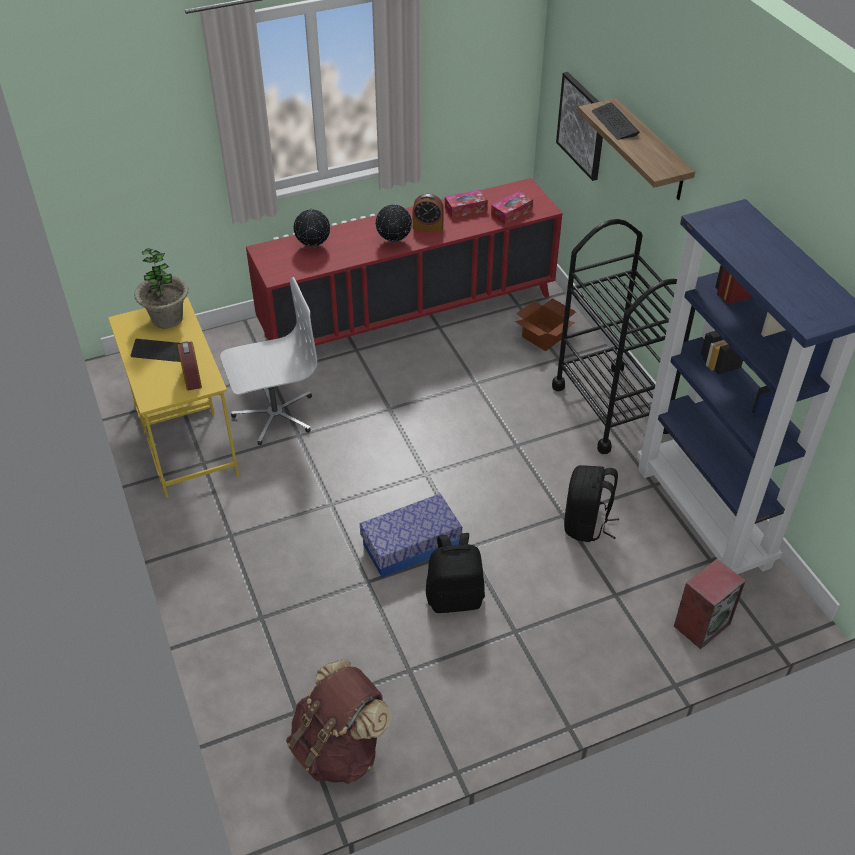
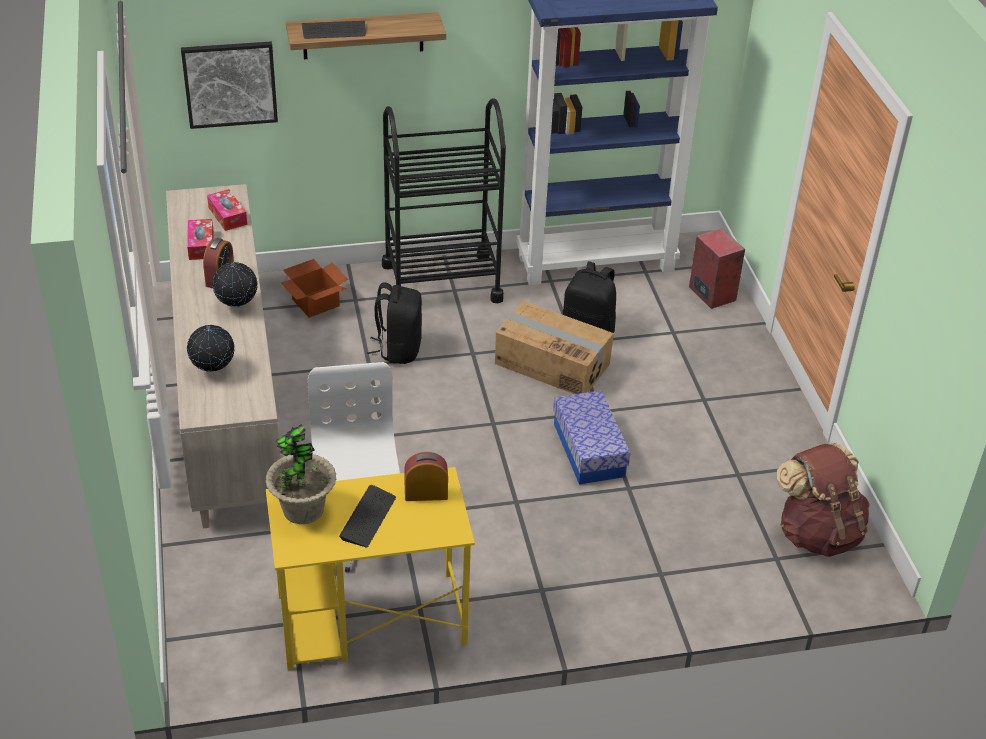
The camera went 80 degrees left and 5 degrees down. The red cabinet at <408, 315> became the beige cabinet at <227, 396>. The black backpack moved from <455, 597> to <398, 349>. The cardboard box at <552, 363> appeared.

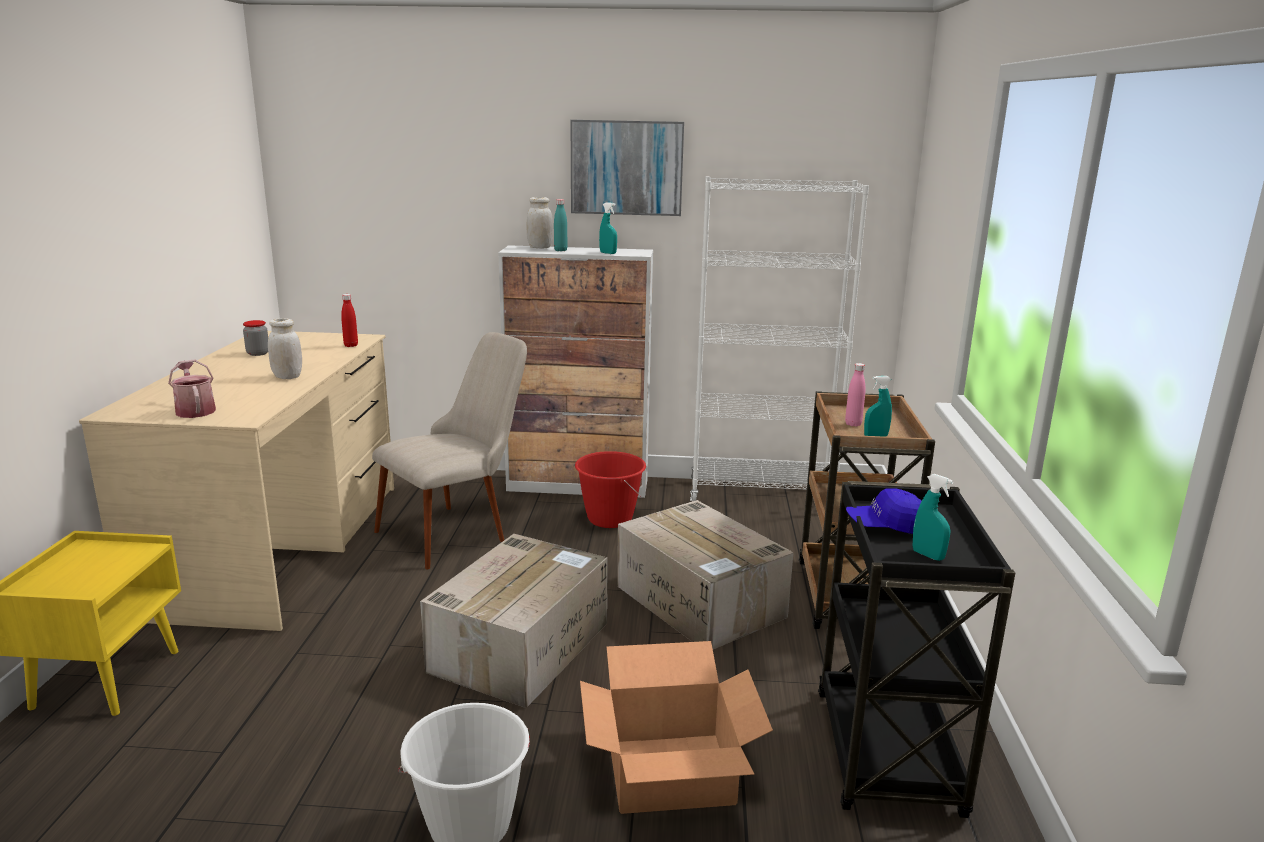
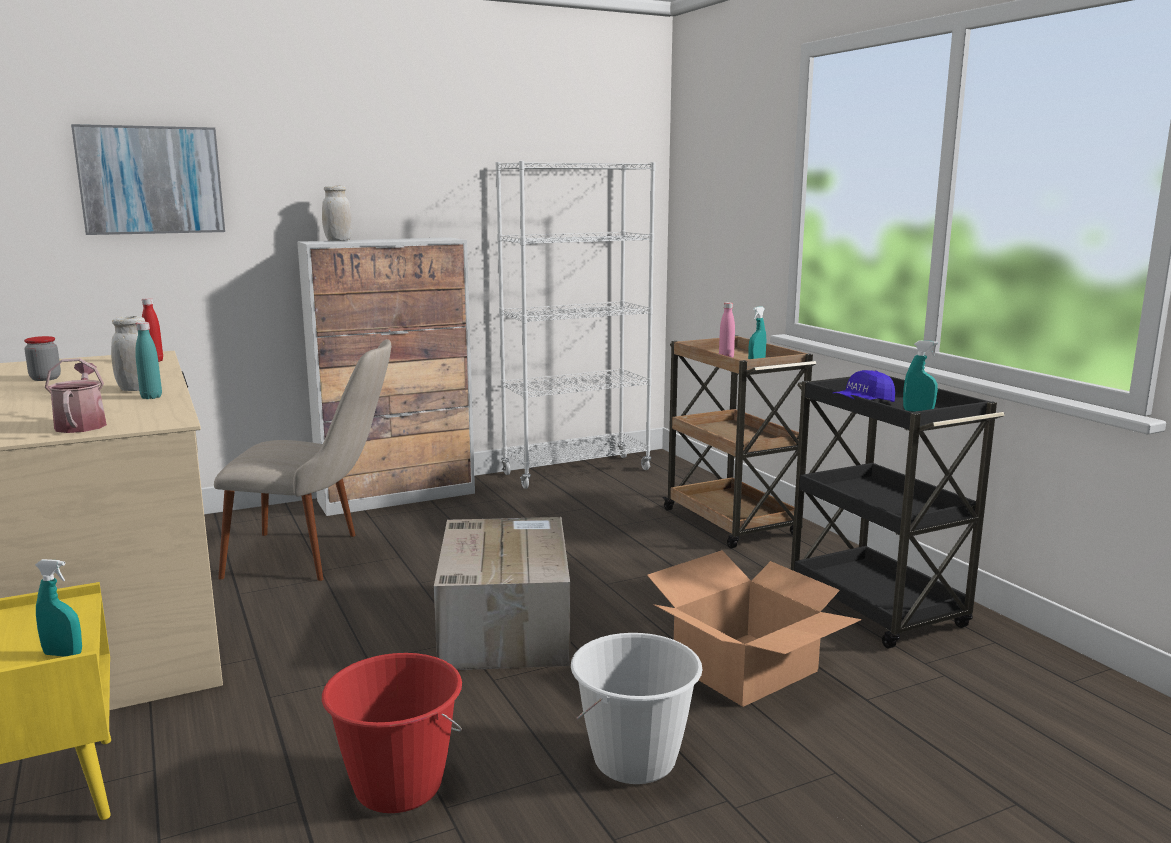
The camera went 30 degrees left and 5 degrees down. The picture moved from <626, 168> to <151, 180>. The turquoise bottle moved from <560, 250> to <151, 397>. The turquoise spray bottle moved from <608, 253> to <63, 654>. The beige chair at <458, 529> turned 75 degrees clockwise. The watering can at <195, 410> turned 45 degrees clockwise. The red bucket moved from <609, 519> to <398, 787>. The cardboard box at <701, 602> disappeared.

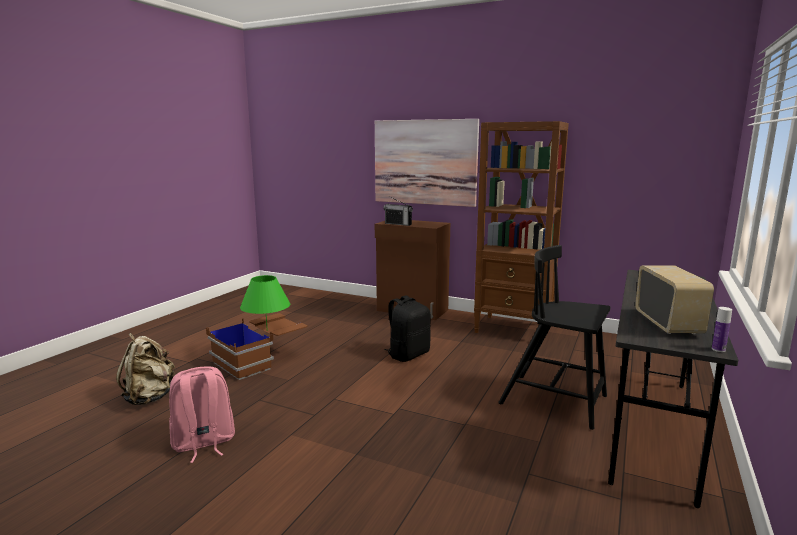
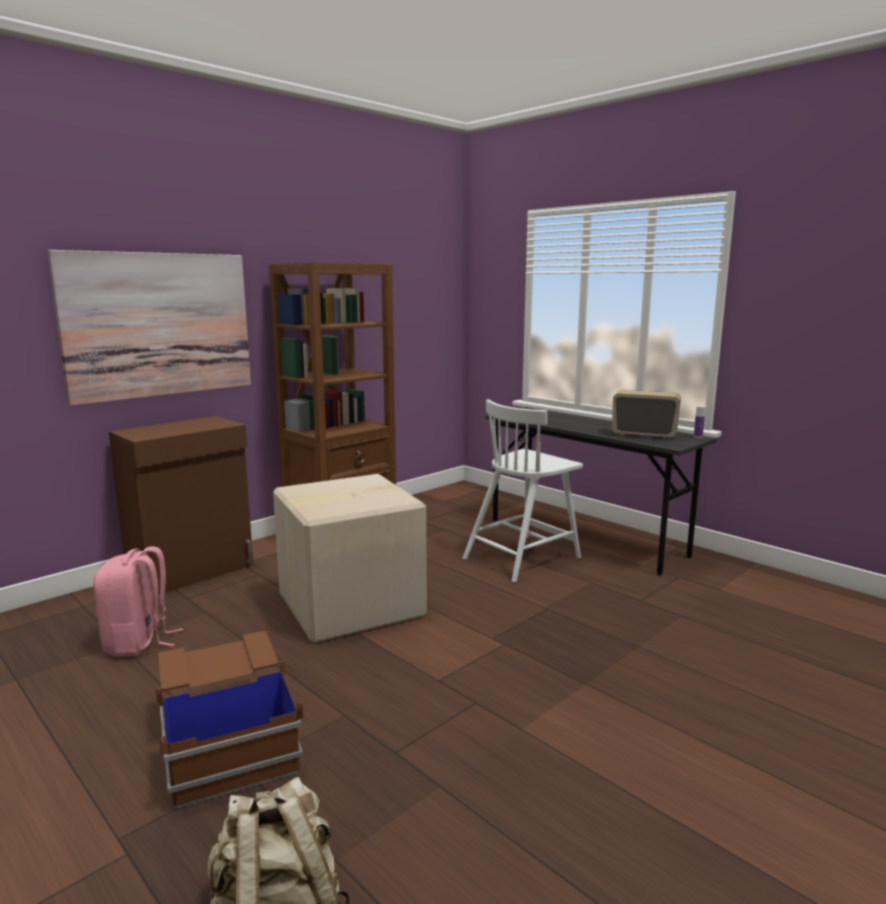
The camera went 70 degrees left and 0 degrees up. The radio at <398, 224> disappeared. The black chair at <555, 401> became the white chair at <523, 557>. The green table lamp at <267, 330> disappeared. The black backpack at <408, 354> was replaced by the cardboard box at <348, 604>. The pink backpack moved from <203, 443> to <138, 642>.

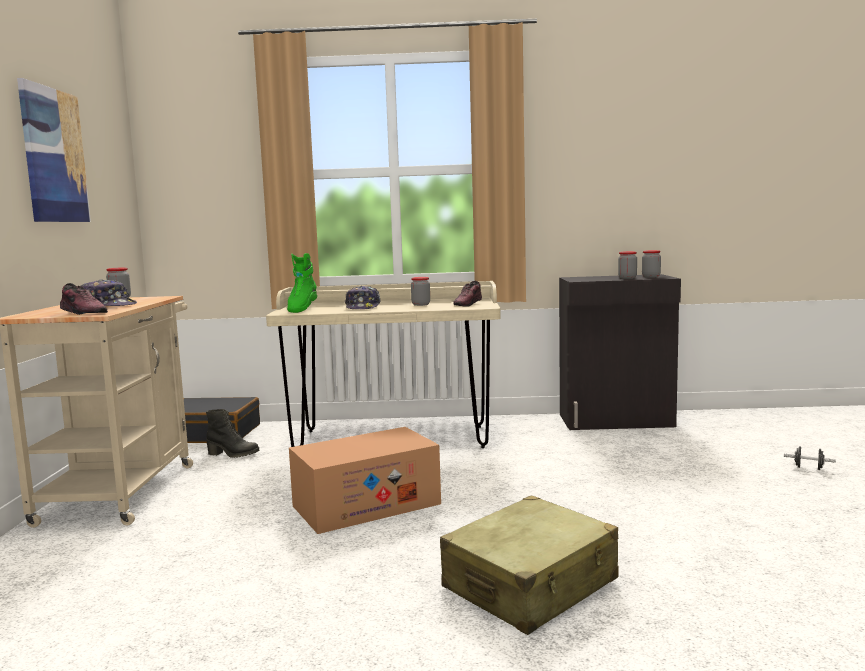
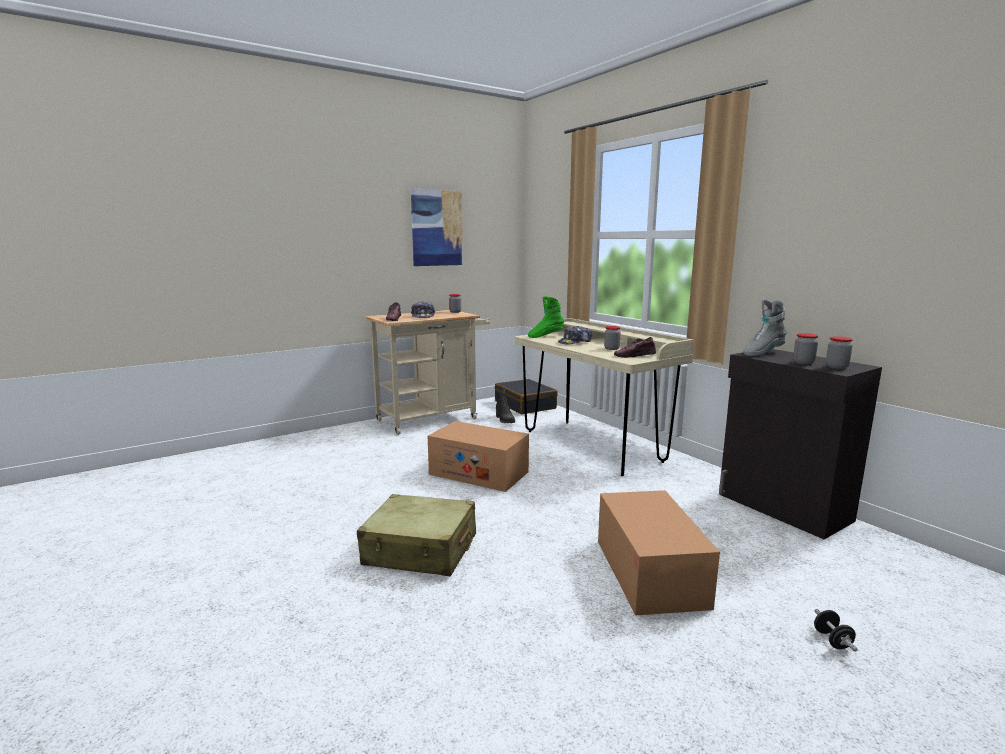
The camera went 55 degrees right and 5 degrees up. The grey boot at <762, 353> appeared. The cardboard box at <649, 572> appeared.

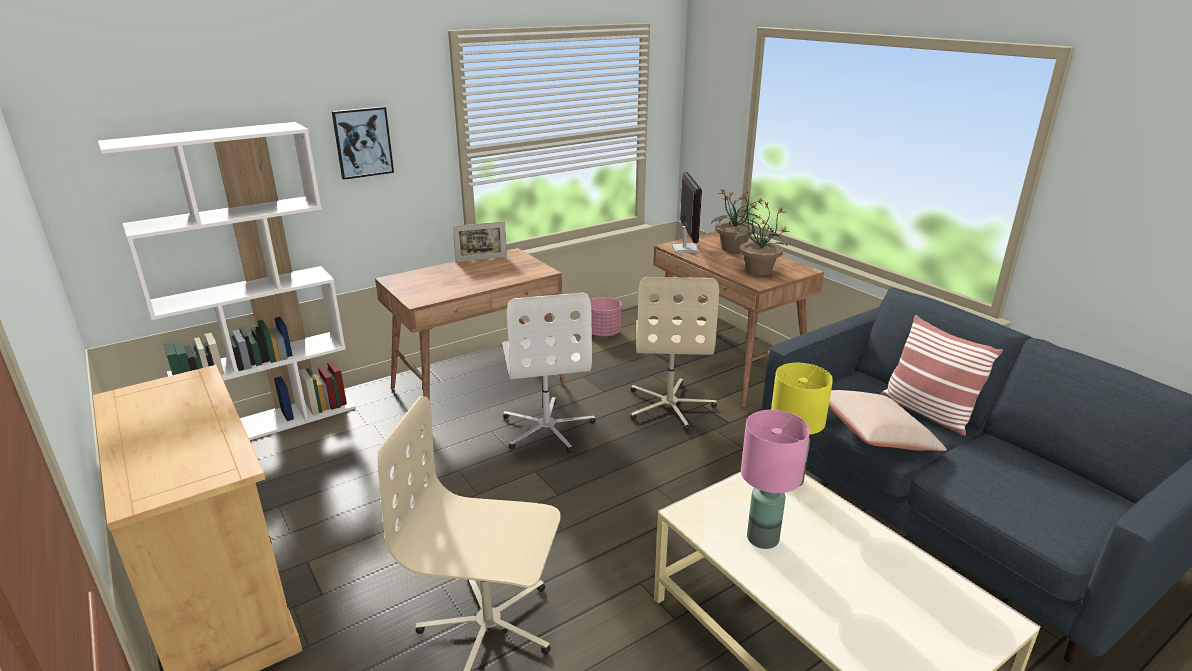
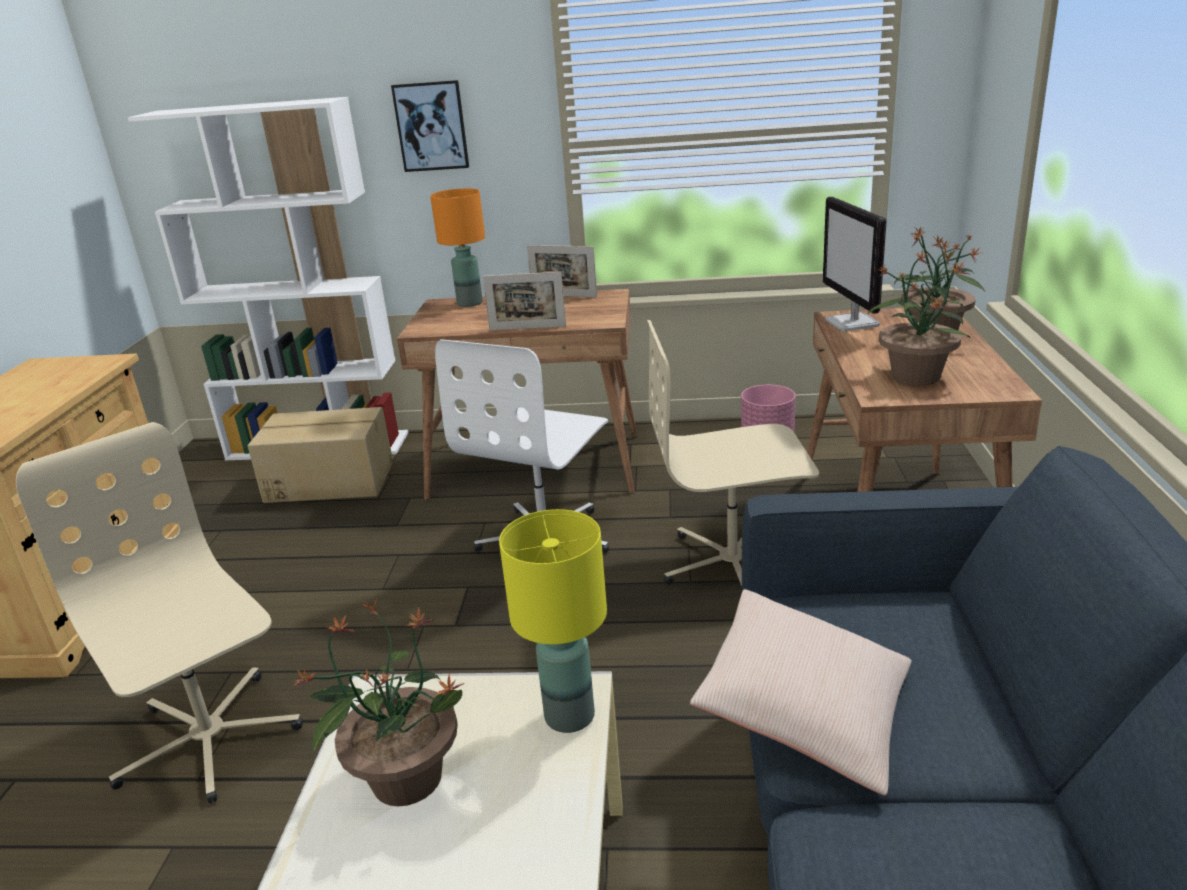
The camera went 40 degrees right and 0 degrees up. The monitor at <685, 248> turned 135 degrees clockwise. The beige office chair at <670, 405> turned 45 degrees clockwise. The pillow at <927, 412> disappeared. The pink table lamp at <762, 538> was replaced by the potted plant at <404, 778>. The orange table lamp at <470, 303> appeared. The picture frame at <527, 328> appeared. The cardboard box at <330, 481> appeared.

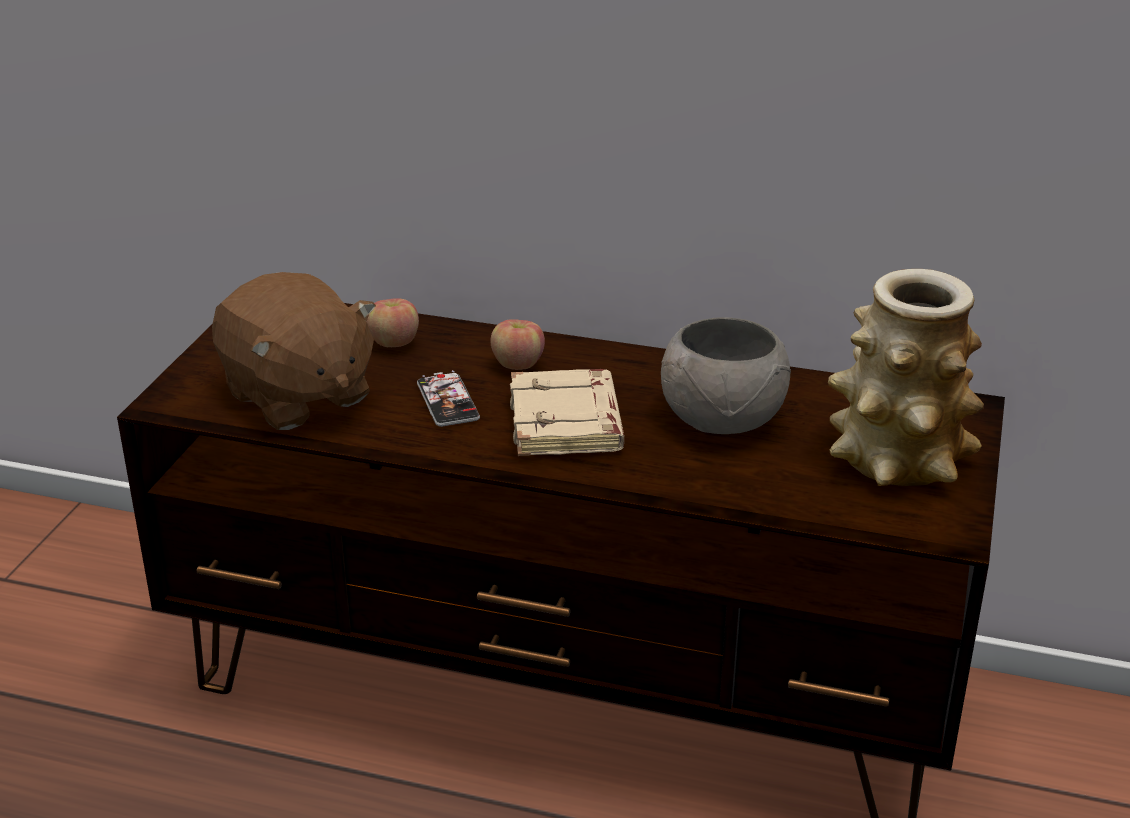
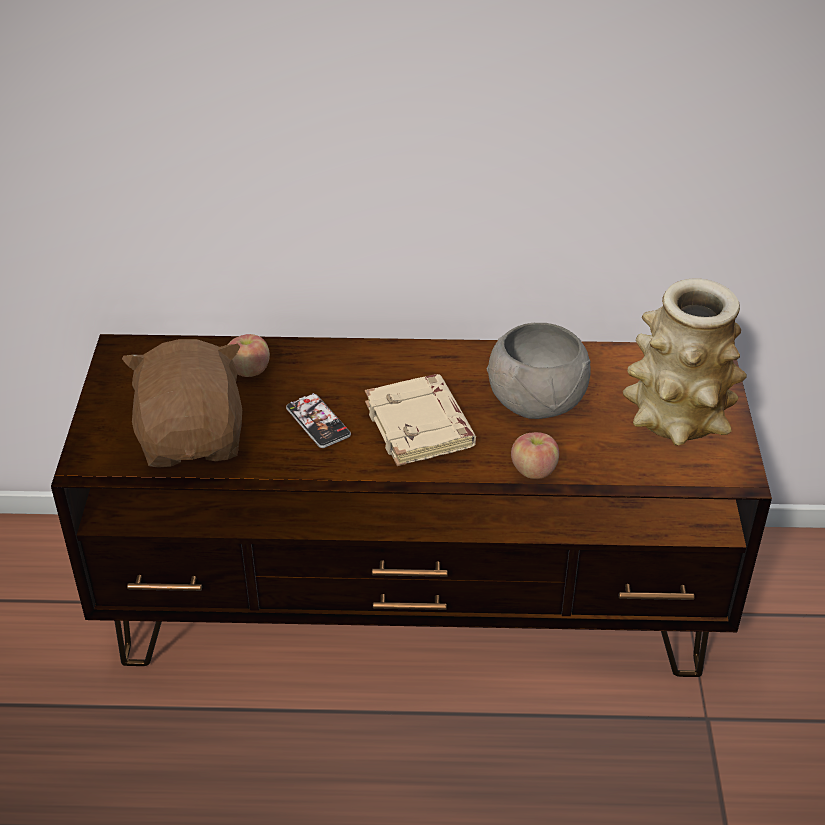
The camera went 15 degrees left and 10 degrees up. The brown plush toy at <297, 396> turned 135 degrees counterclockwise. The apple moved from <517, 365> to <533, 470>.

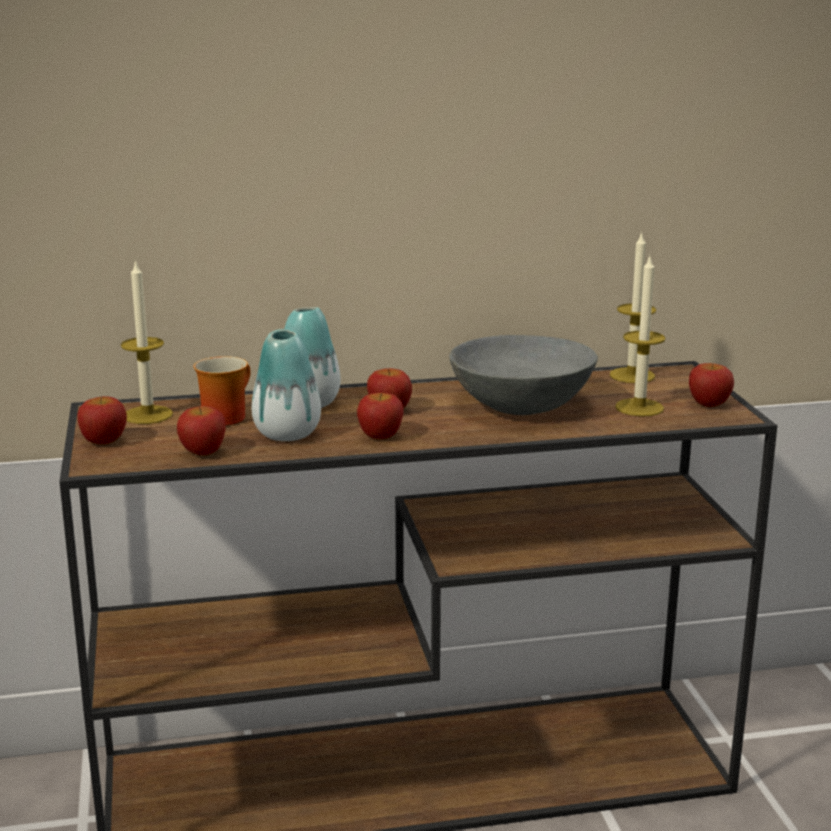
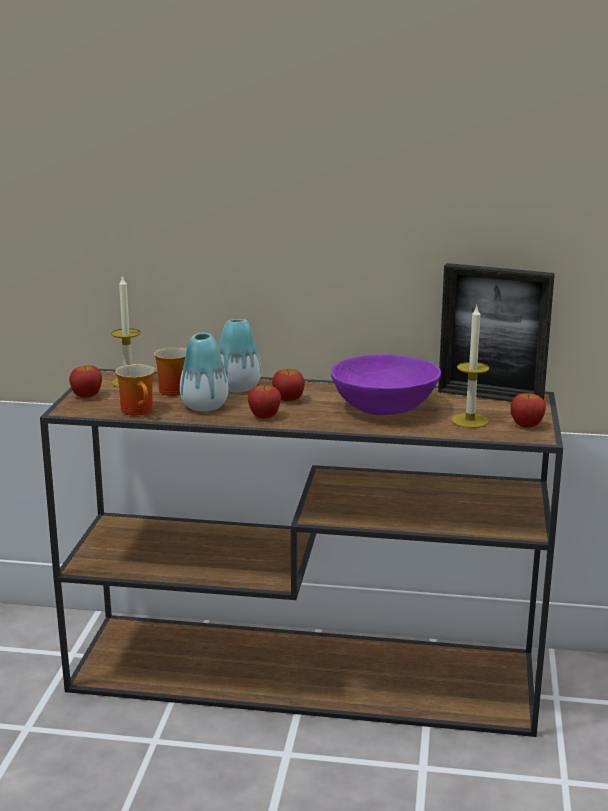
The camera went 20 degrees right and 0 degrees up. The candle at <632, 375> was replaced by the picture frame at <490, 397>. The grey bowl at <523, 405> became the purple bowl at <385, 408>. The apple at <203, 451> was replaced by the mug at <140, 410>.

